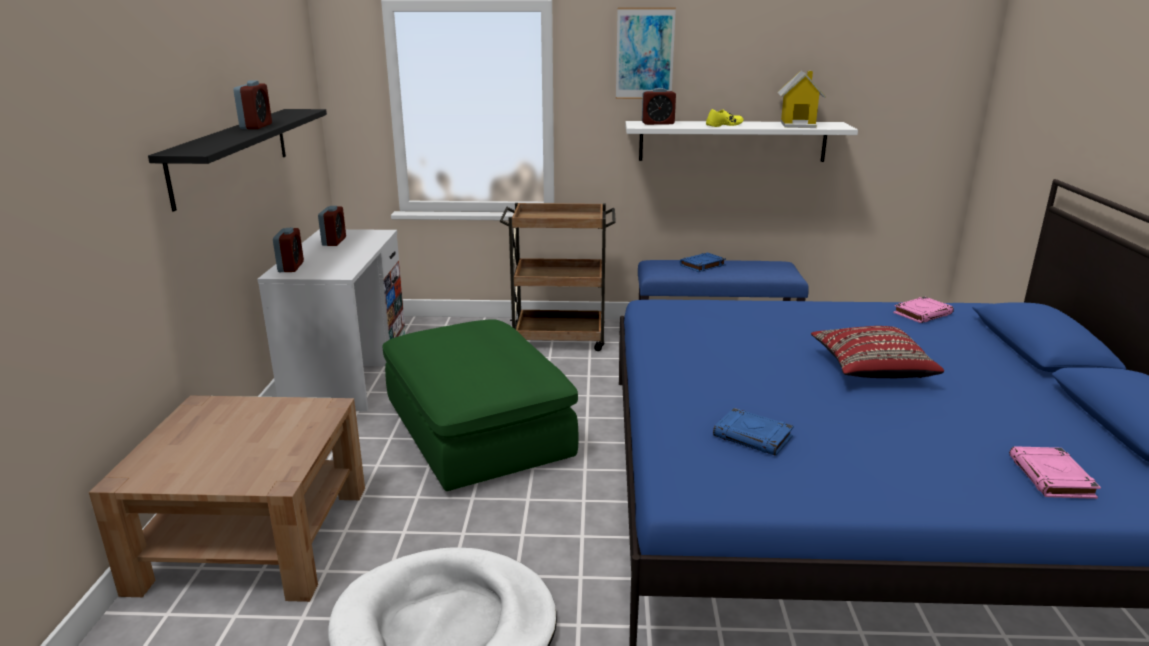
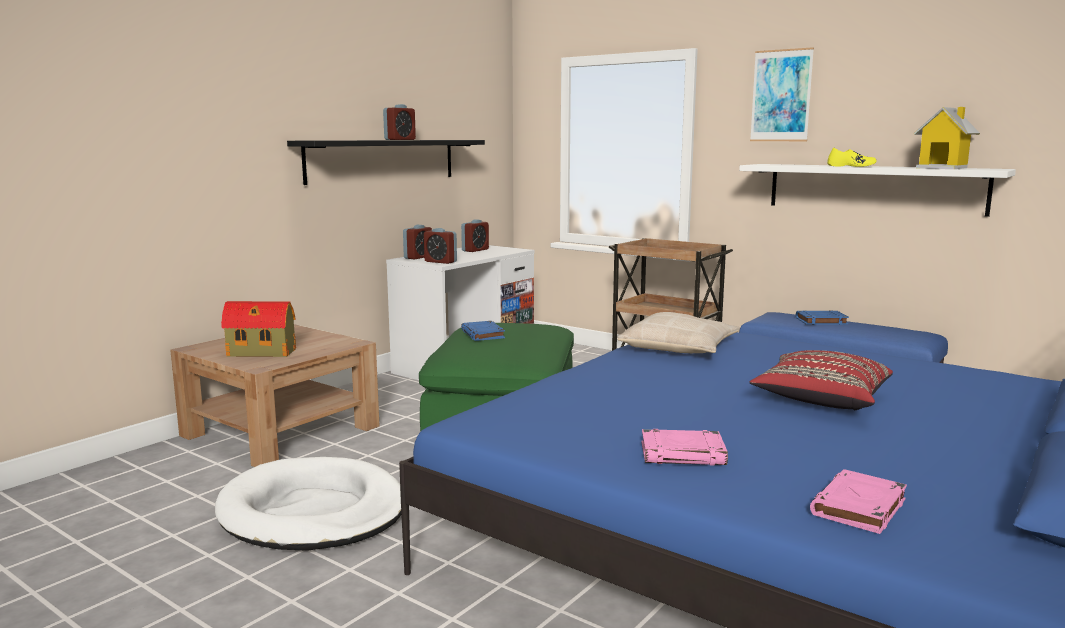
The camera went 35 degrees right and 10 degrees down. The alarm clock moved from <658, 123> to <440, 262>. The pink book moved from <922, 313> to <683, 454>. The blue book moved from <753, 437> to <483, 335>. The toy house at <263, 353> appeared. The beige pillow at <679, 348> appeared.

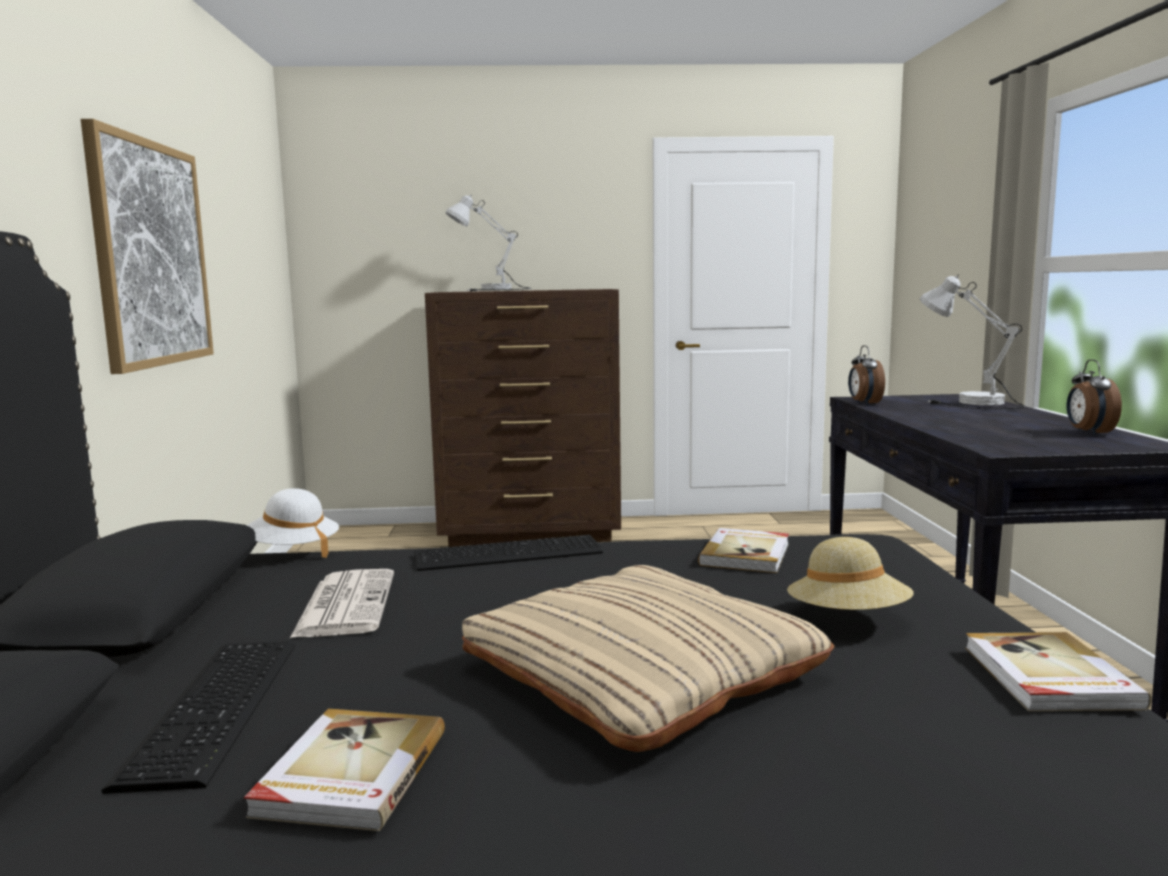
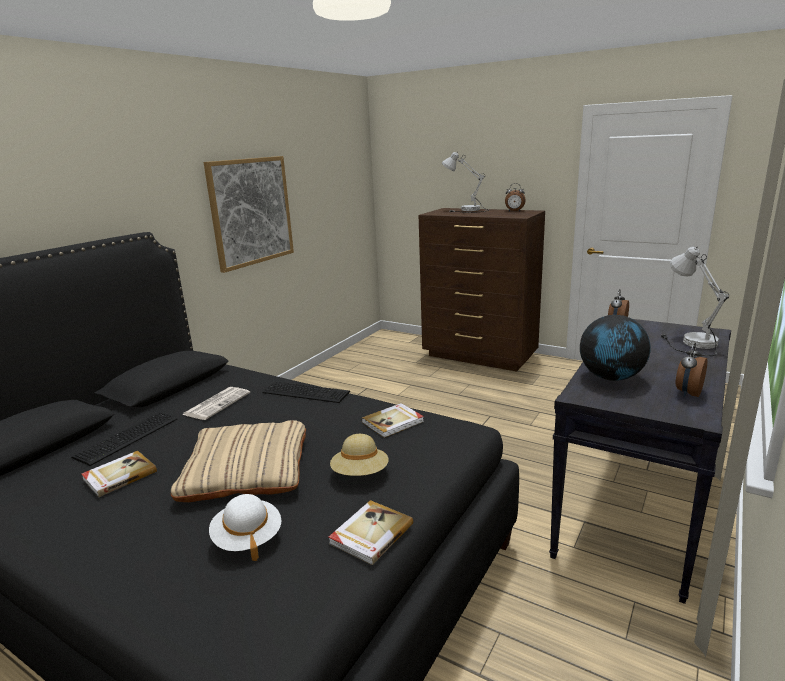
The camera went 35 degrees right and 10 degrees up. The white hat moved from <292, 551> to <247, 538>. The alarm clock at <514, 211> appeared. The globe at <611, 378> appeared.

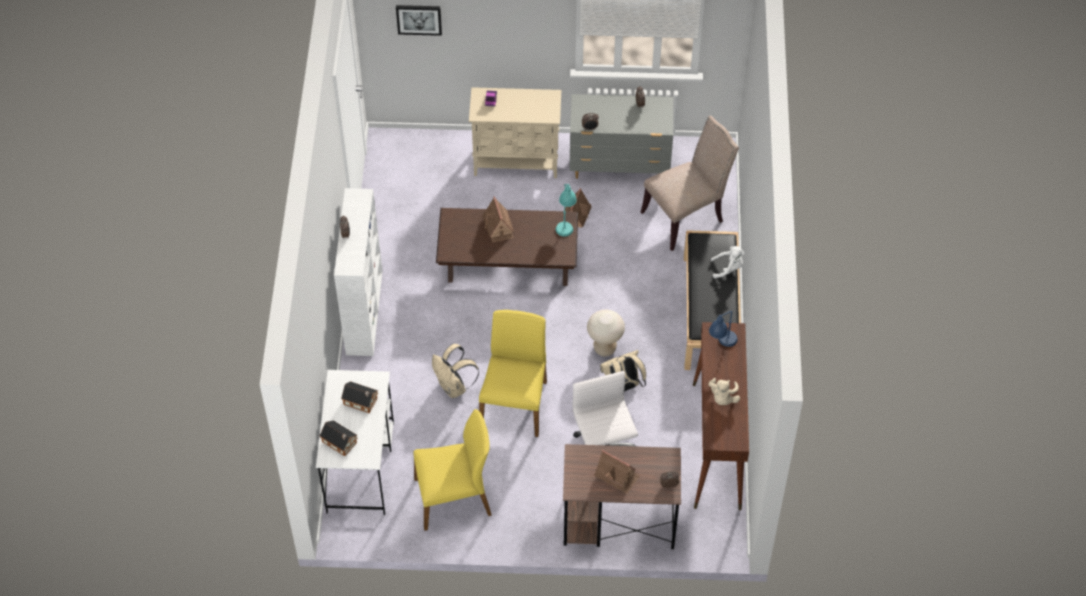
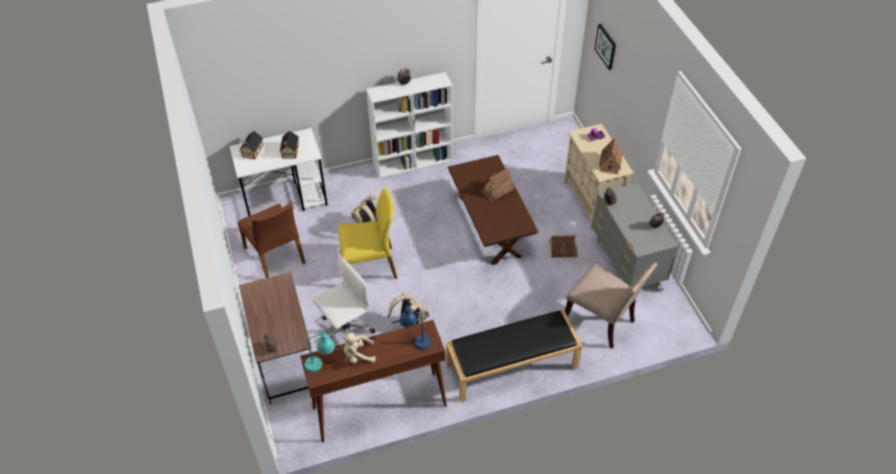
The camera went 70 degrees right and 5 degrees down. The turquoise table lamp moved from <565, 223> to <321, 363>. The white plush toy at <728, 268> disappeared. The beige stool at <604, 348> disappeared. The yellow chair at <454, 497> became the brown chair at <276, 255>. The toy house moved from <617, 475> to <610, 163>.

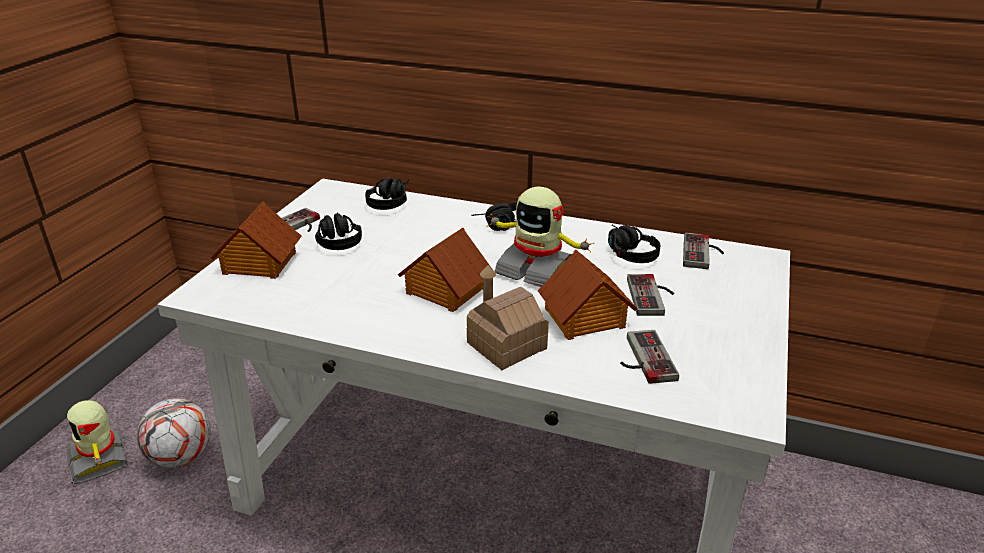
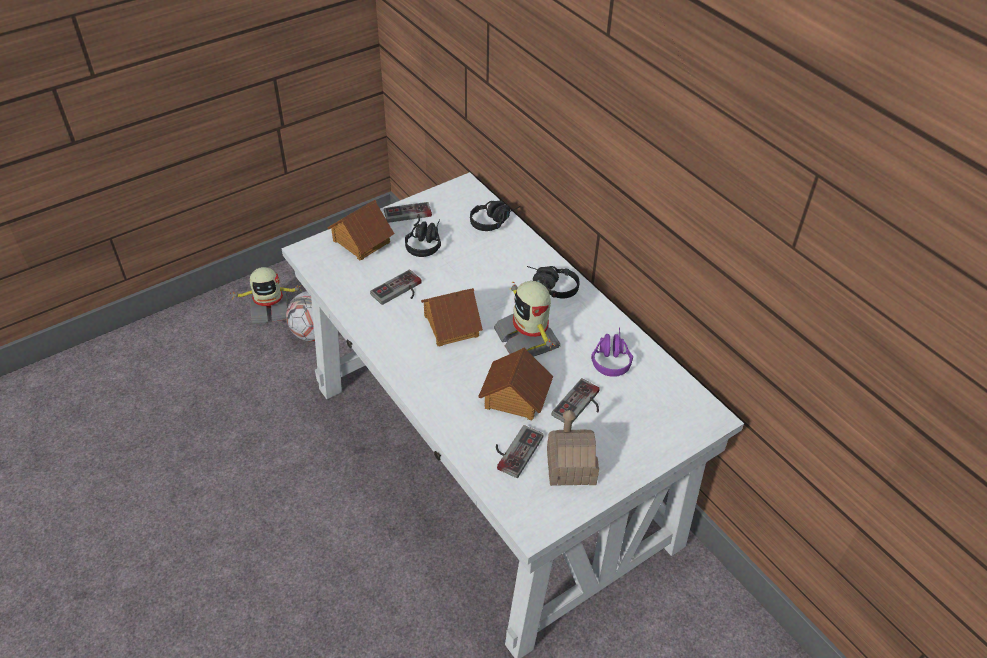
The camera went 35 degrees right and 15 degrees up. The black headphones at <626, 252> became the purple headphones at <610, 357>. The game controller moved from <703, 253> to <399, 292>. The toy house moved from <506, 345> to <571, 466>. The toy robot at <100, 460> turned 105 degrees counterclockwise.

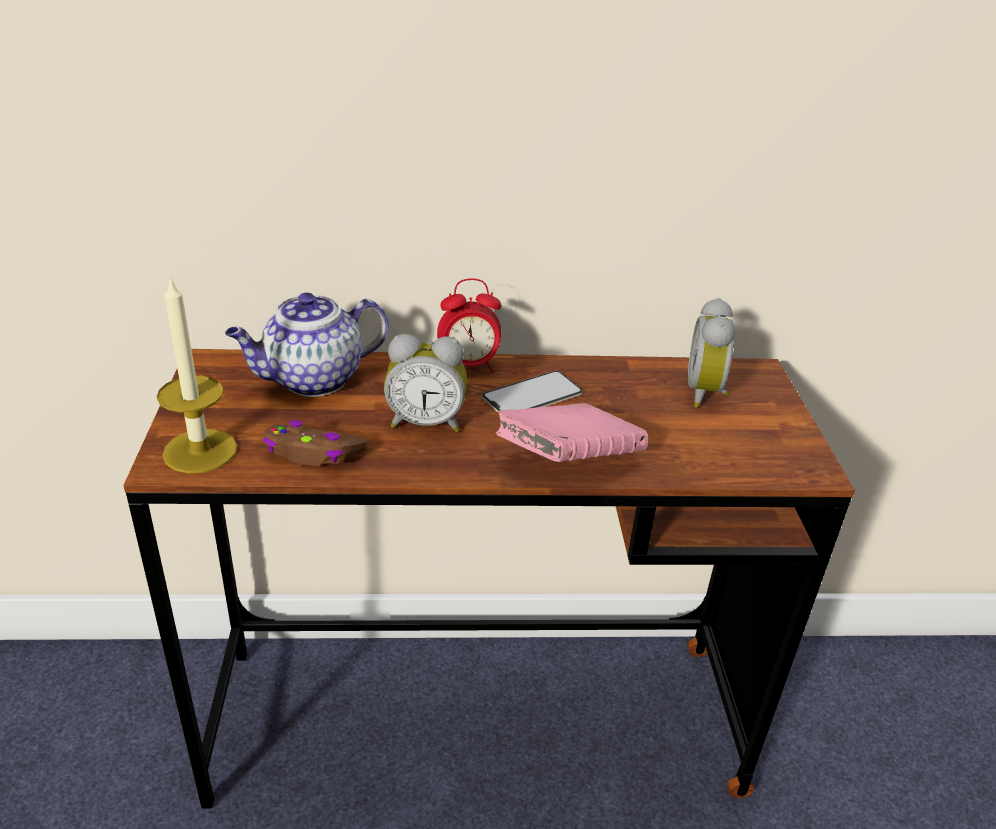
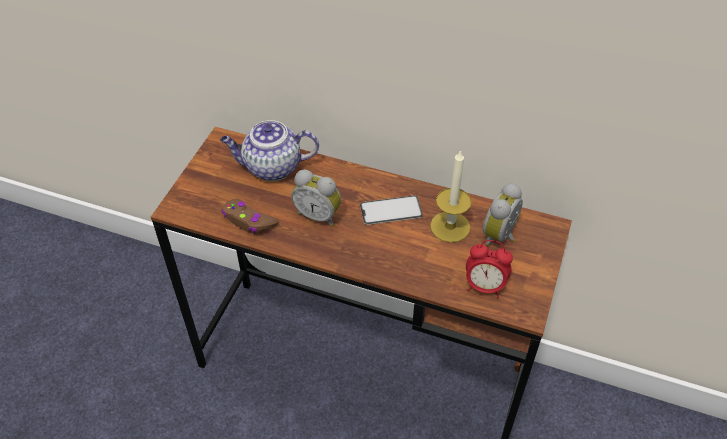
The camera went 25 degrees right and 15 degrees up. The candle moved from <200, 451> to <450, 227>. The alarm clock moved from <469, 366> to <484, 286>. The pink book at <568, 461> disappeared.

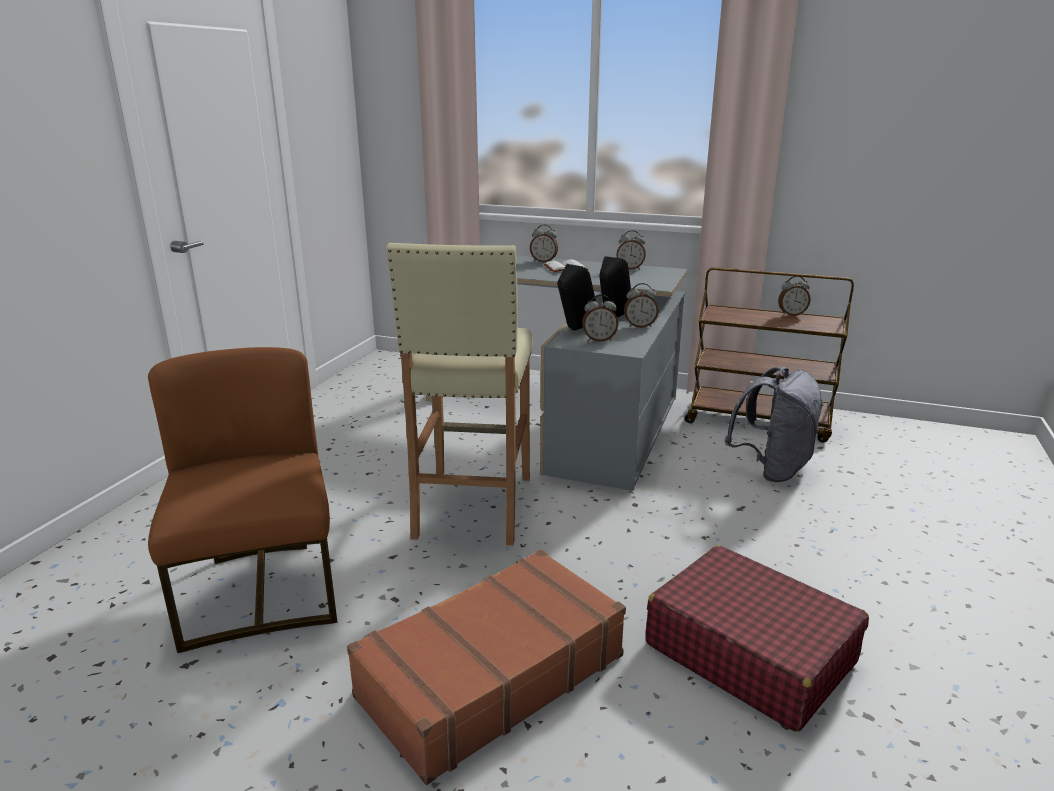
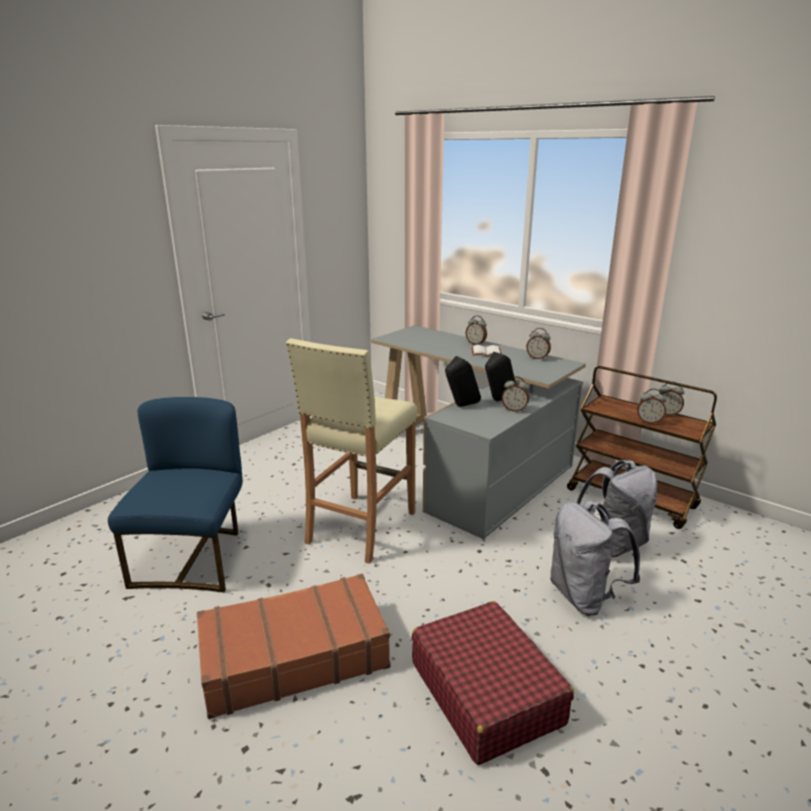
The camera went 20 degrees right and 0 degrees up. The alarm clock moved from <599, 340> to <649, 421>. The brown chair at <261, 591> became the blue chair at <194, 559>. The grey backpack at <584, 596> appeared.

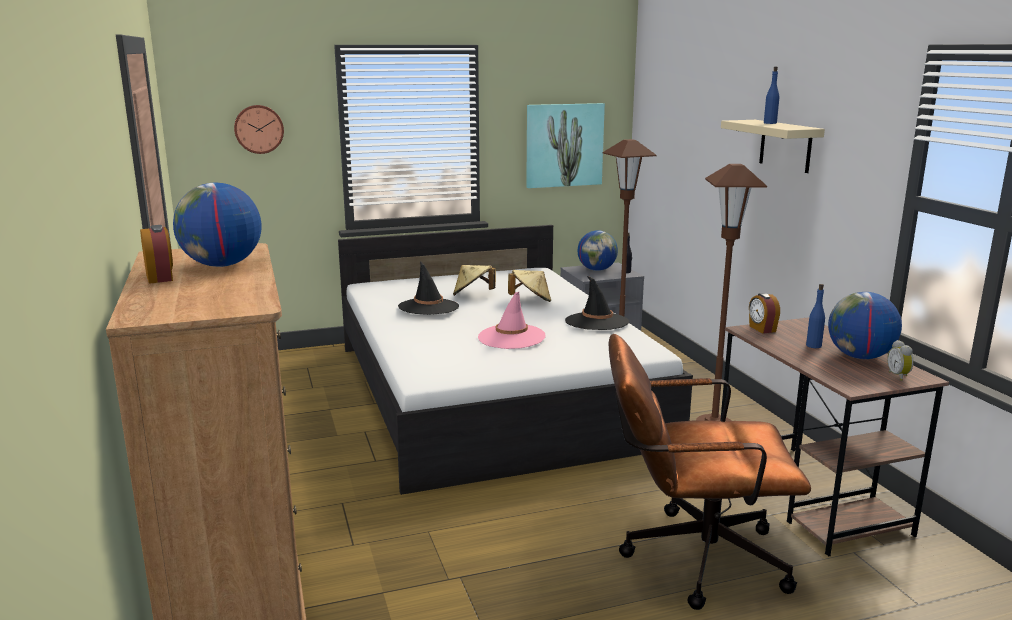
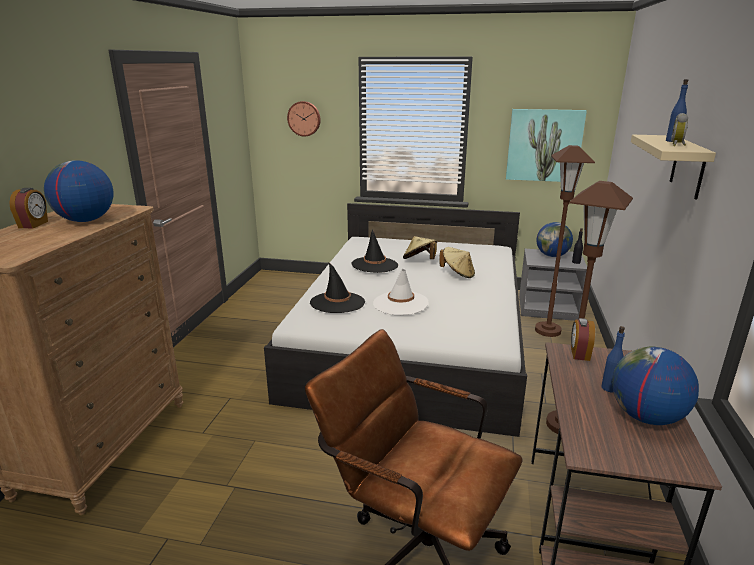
The camera went 30 degrees right and 5 degrees up. The black hat moved from <596, 322> to <337, 303>. The pink hat at <511, 337> became the white hat at <400, 303>. The alarm clock moved from <899, 376> to <678, 145>.

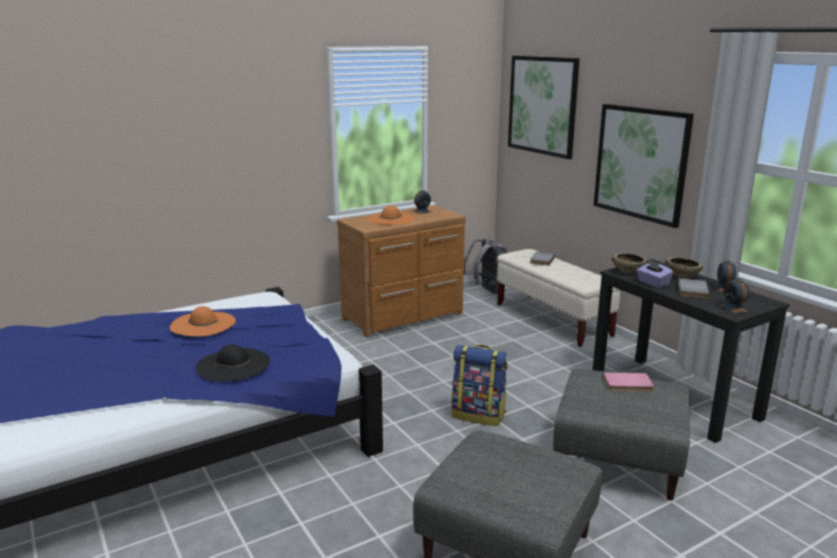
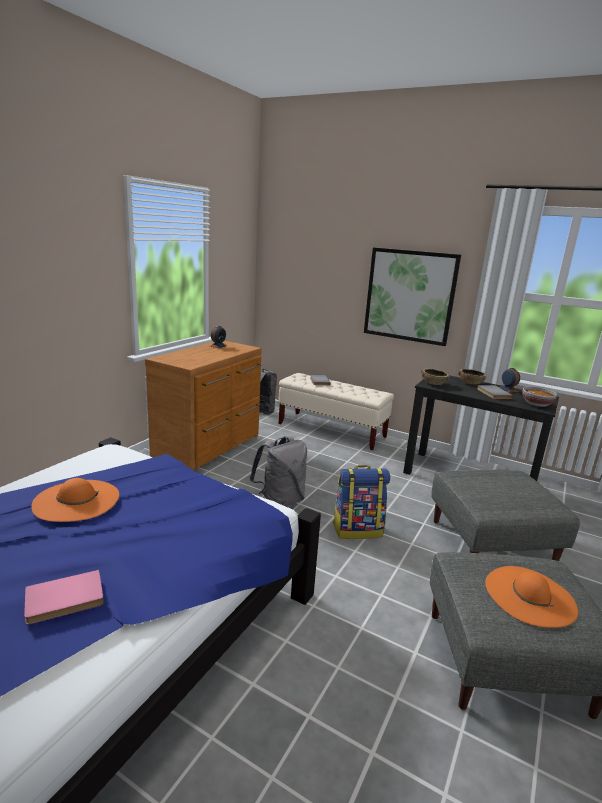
The camera went 30 degrees left and 0 degrees up. The picture at <542, 105> disappeared. The orange hat moved from <390, 219> to <530, 596>. The purple tissue box at <652, 283> disappeared. The alarm clock at <733, 308> was replaced by the bowl at <537, 404>. The black hat at <233, 364> disappeared. The pink book moved from <628, 385> to <65, 600>. The grey backpack at <280, 501> appeared.

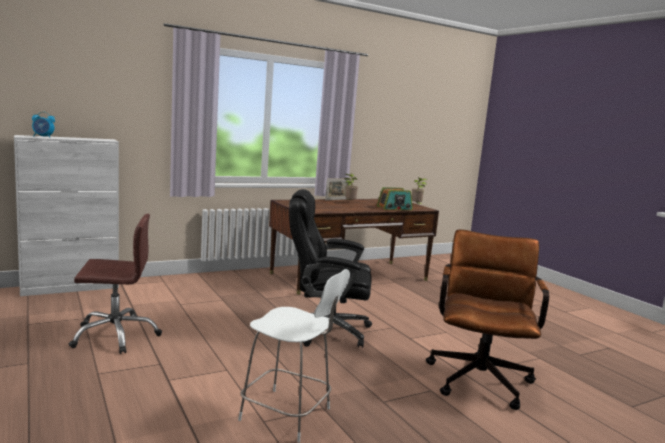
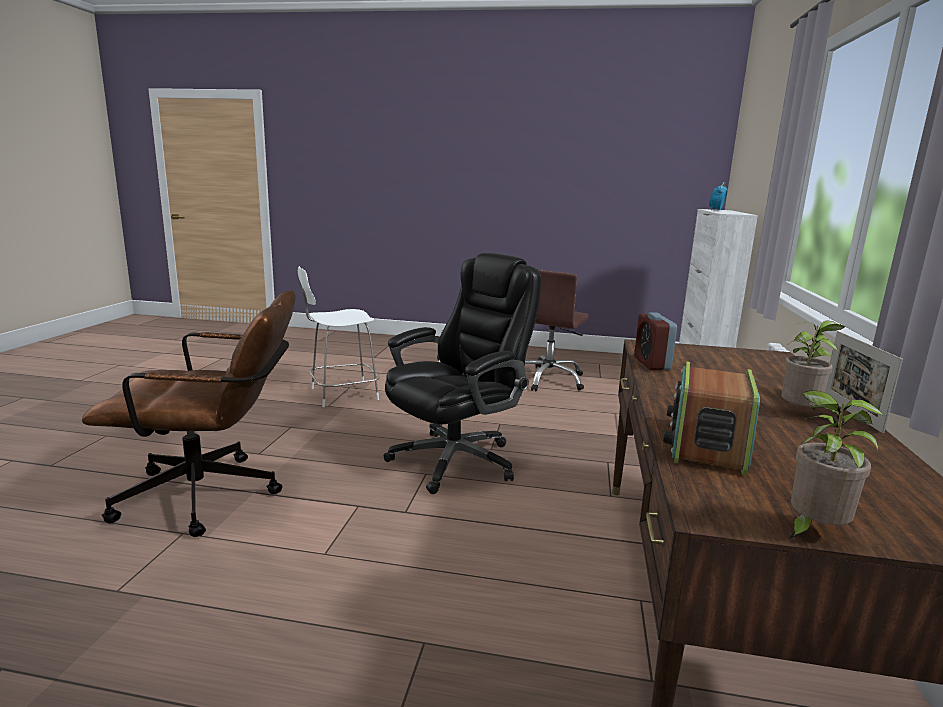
The camera went 130 degrees right and 5 degrees up. The brown office chair at <479, 376> turned 60 degrees counterclockwise. The alarm clock at <651, 363> appeared.

